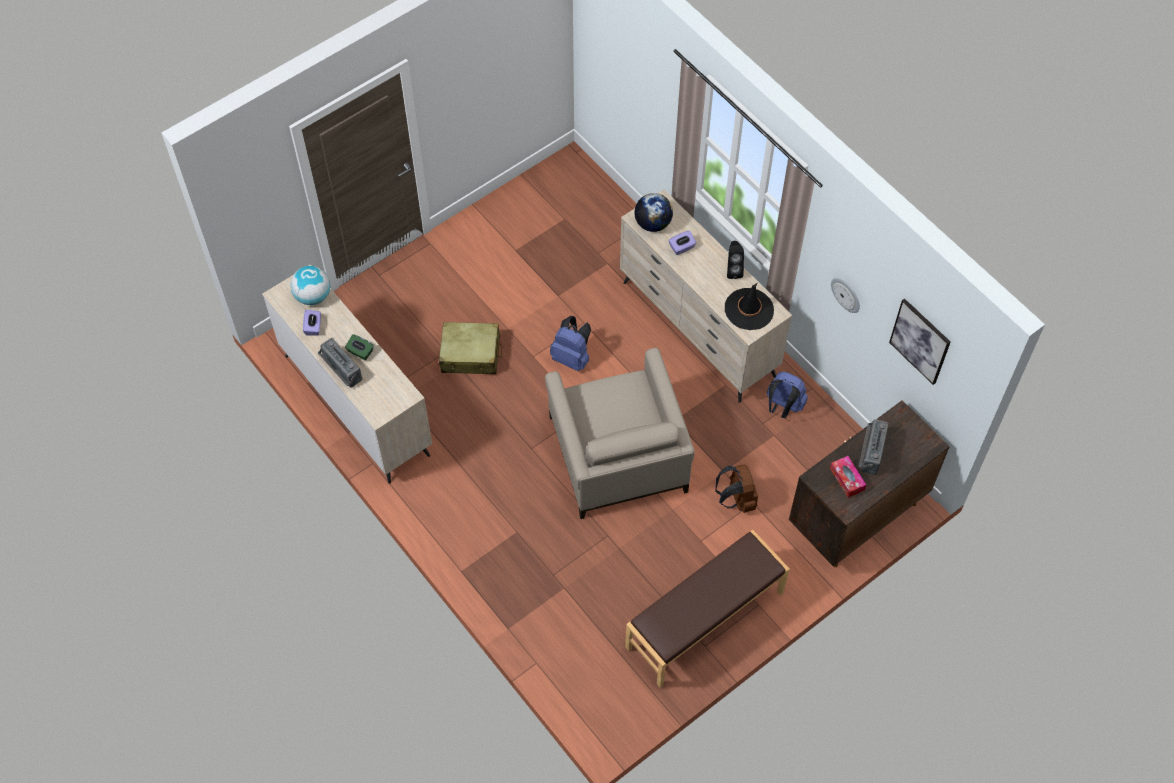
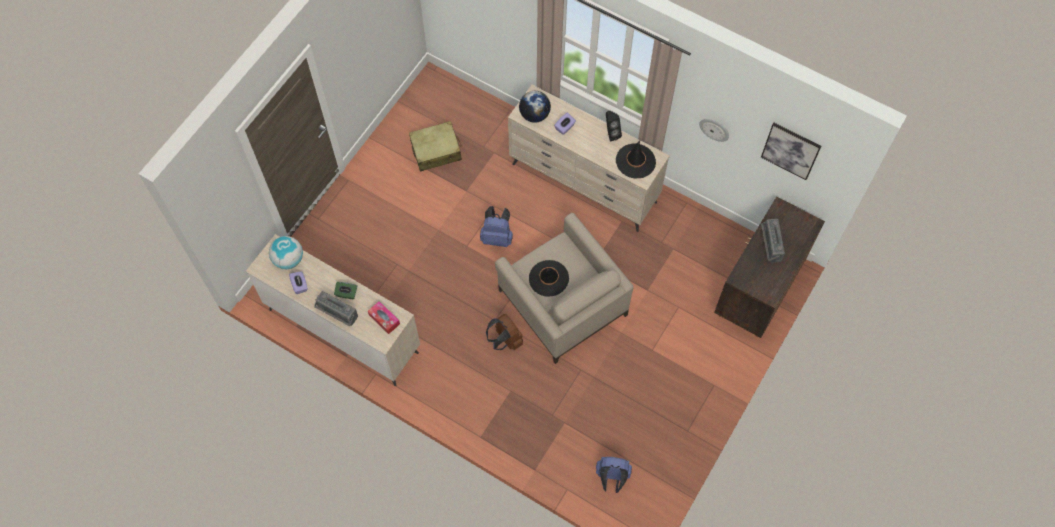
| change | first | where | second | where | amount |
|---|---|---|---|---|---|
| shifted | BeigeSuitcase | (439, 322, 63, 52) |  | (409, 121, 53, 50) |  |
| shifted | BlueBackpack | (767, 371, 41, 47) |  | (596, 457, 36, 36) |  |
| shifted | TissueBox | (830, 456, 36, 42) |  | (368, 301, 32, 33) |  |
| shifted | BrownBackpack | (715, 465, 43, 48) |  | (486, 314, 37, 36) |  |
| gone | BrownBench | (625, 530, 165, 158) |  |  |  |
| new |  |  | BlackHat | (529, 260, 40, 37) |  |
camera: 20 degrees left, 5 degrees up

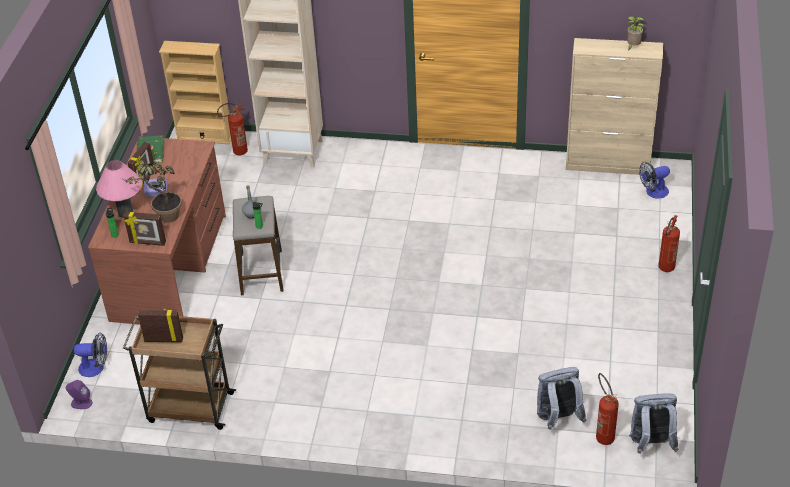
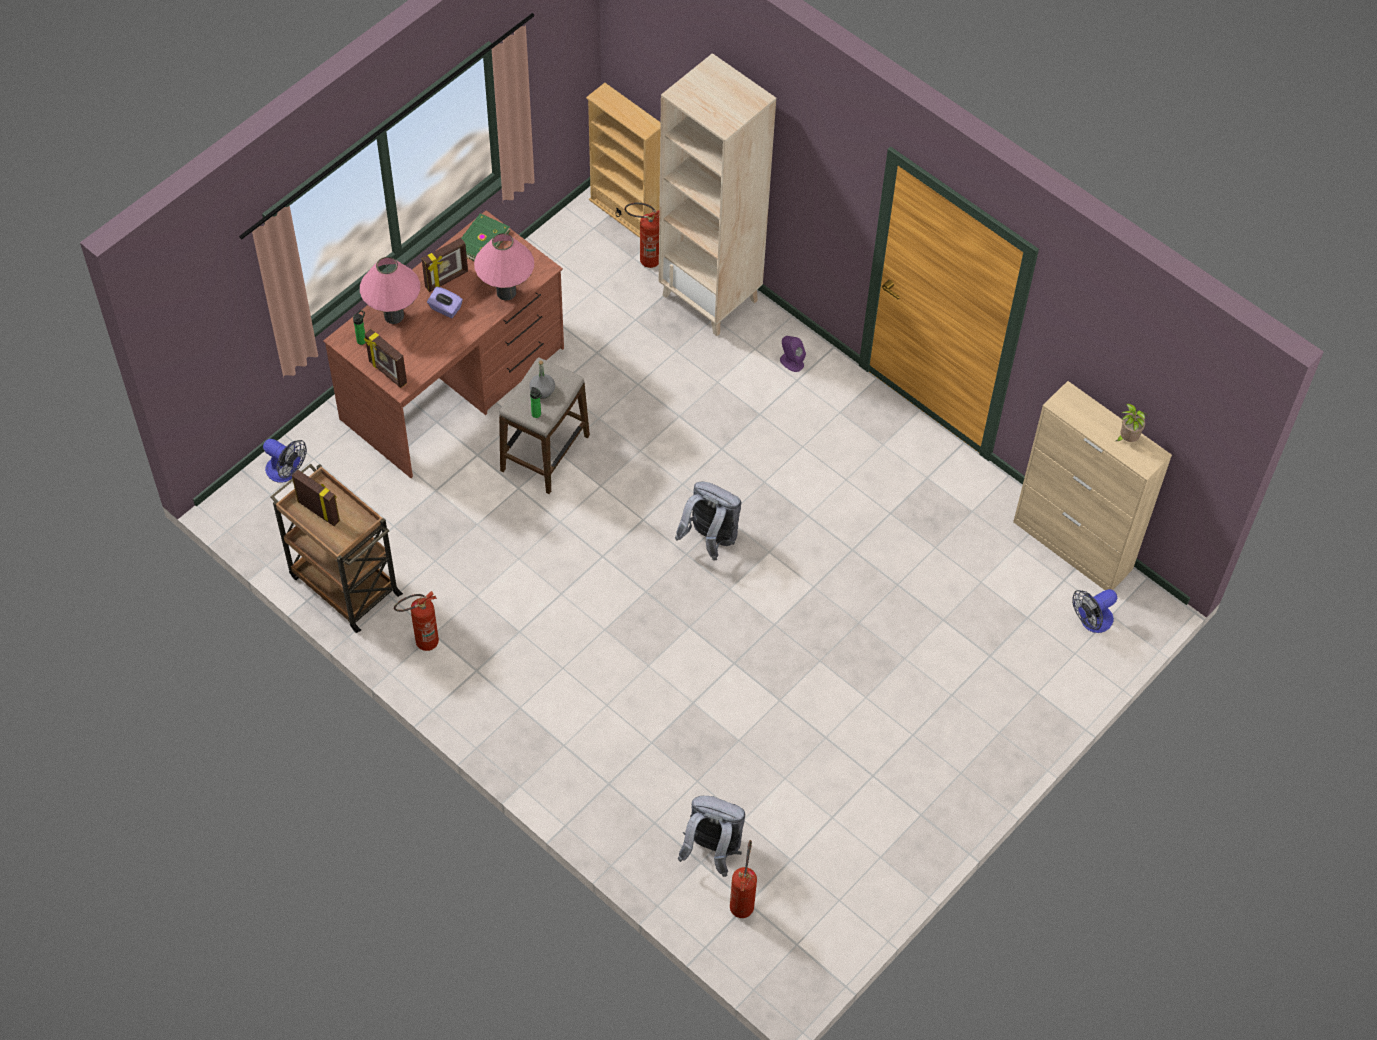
| change | first | where | second | where | amount |
|---|---|---|---|---|---|
| rotated | Fan | (639, 162, 31, 37) |  | (1072, 589, 45, 44) | 45 degrees counterclockwise |
| gone | PottedPlant | (121, 163, 61, 60) |  |  |  |
| shifted | FireExtinguisher | (658, 215, 22, 57) |  | (394, 591, 45, 60) |  |
| shifted | PurpleSpeaker | (66, 380, 26, 29) |  | (780, 336, 26, 36) |  |
| shifted | GreyBackpack | (629, 393, 50, 61) |  | (675, 482, 66, 78) |  |
| new |  |  | PinkTableLamp | (474, 233, 60, 67) |  |
camera: 30 degrees right, 15 degrees up

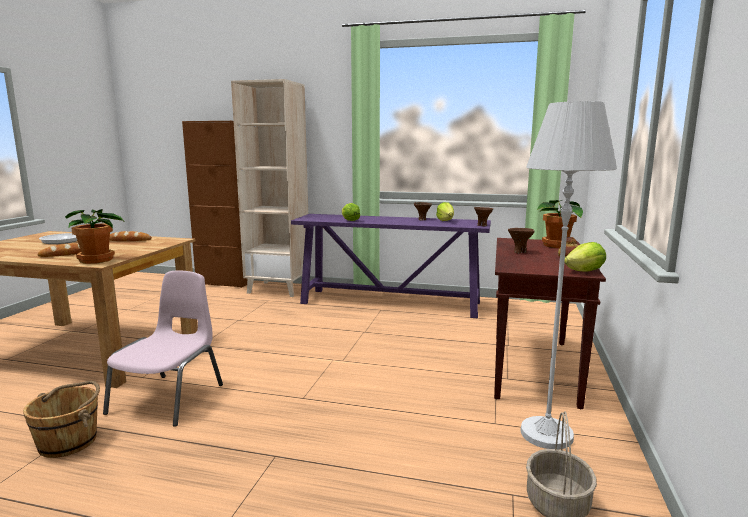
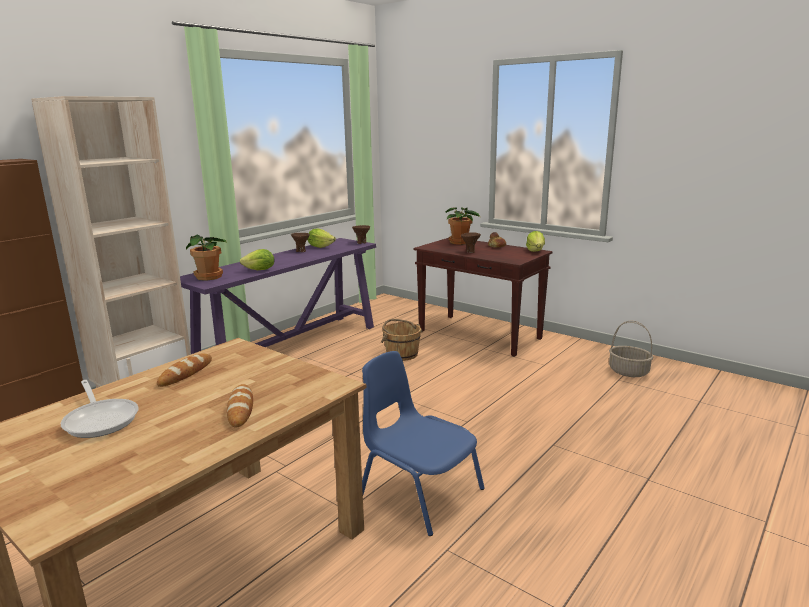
| change | first | where | second | where | amount |
|---|---|---|---|---|---|
| gone | WhiteFloorLamp | (521, 101, 96, 349) |  |  |  |
| shifted | PottedPlant | (65, 209, 61, 55) |  | (186, 235, 41, 46) |  |
| repainted | PinkChair | (103, 270, 120, 156) | BlueChair | (362, 351, 123, 185) |  |
| shifted | BrownBucket | (23, 381, 77, 77) |  | (381, 319, 42, 42) |  |
camera: 65 degrees left, 5 degrees up

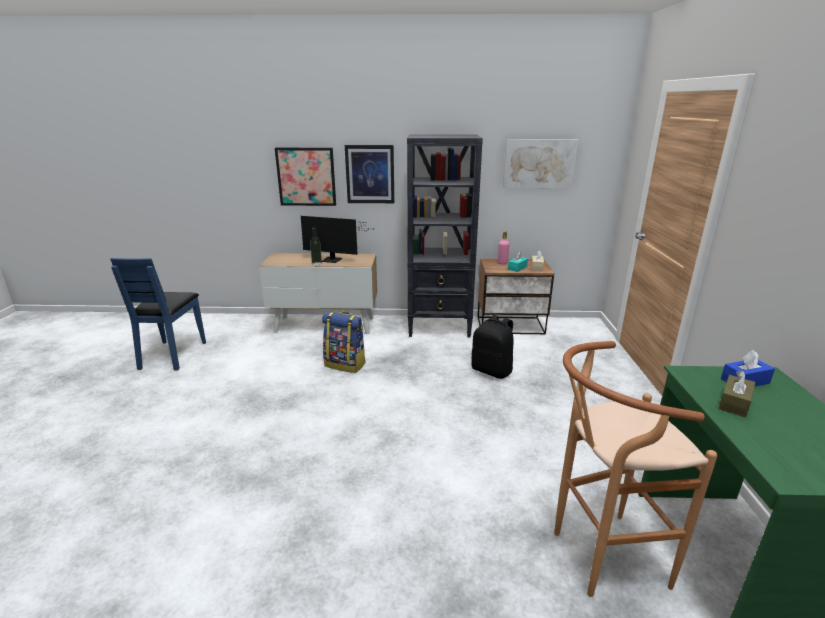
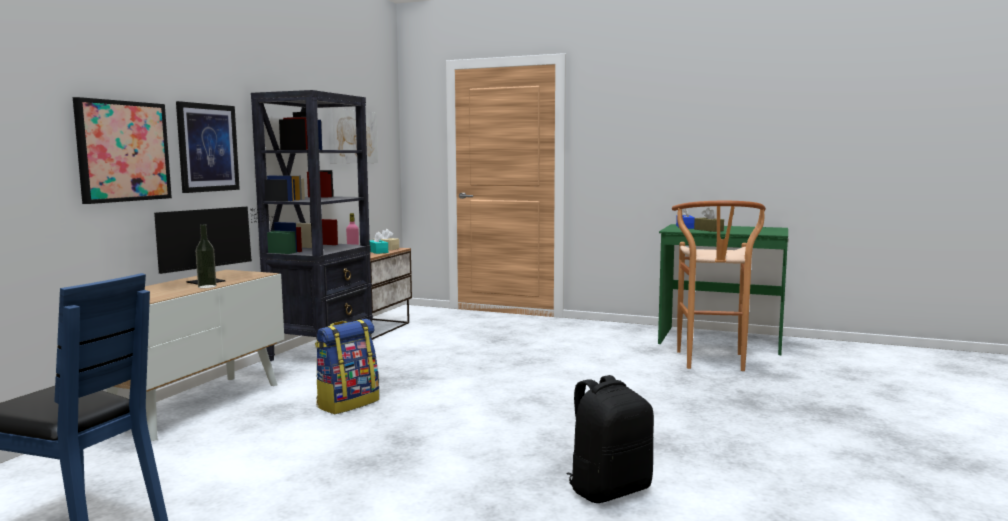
| change | first | where | second | where | amount |
|---|---|---|---|---|---|
| shifted | BlackBackpack | (471, 315, 42, 64) |  | (567, 375, 87, 128) |  |
camera: 70 degrees left, 15 degrees down

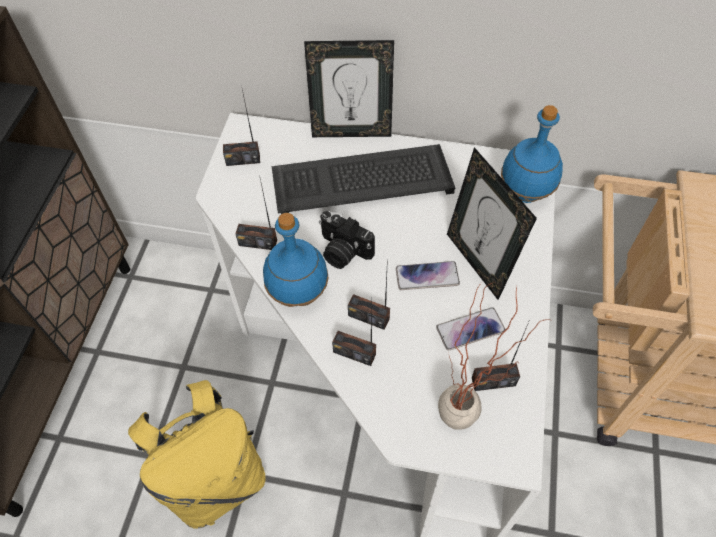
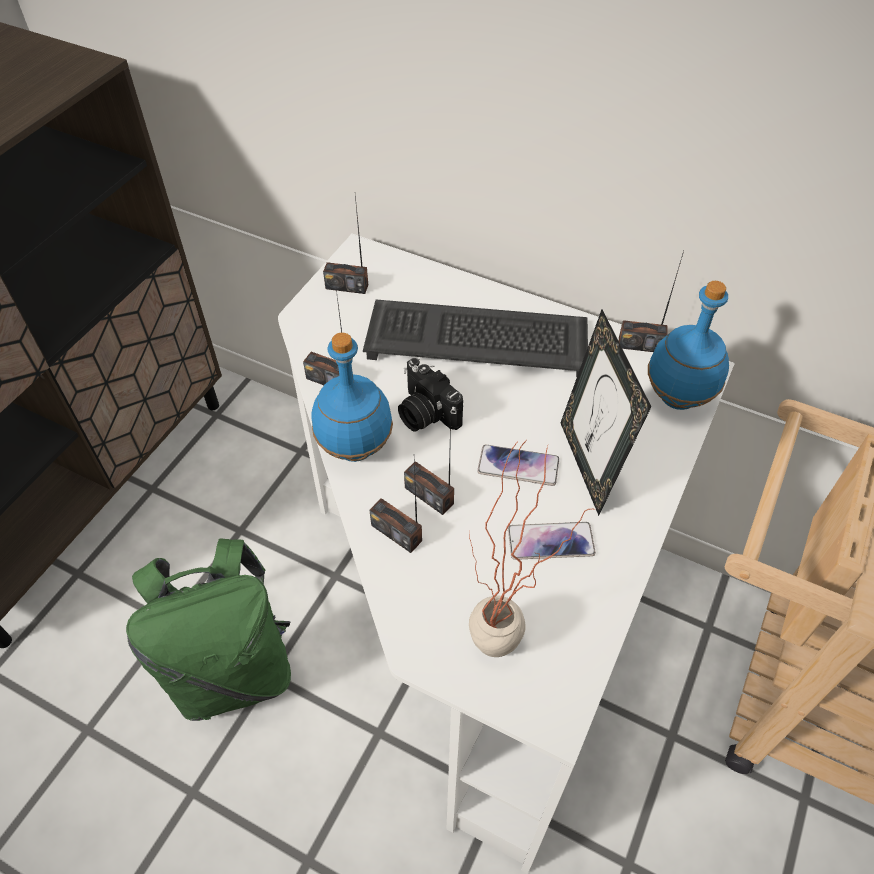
| change | first | where | second | where | amount |
|---|---|---|---|---|---|
| gone | PictureFrame | (304, 40, 90, 97) |  |  |  |
| shifted | Radio | (472, 320, 58, 71) |  | (619, 251, 65, 101) |  |
| repainted | YellowBackpack | (128, 380, 138, 149) | GreenBackpack | (126, 538, 165, 183) |  |
camera: 15 degrees right, 5 degrees down

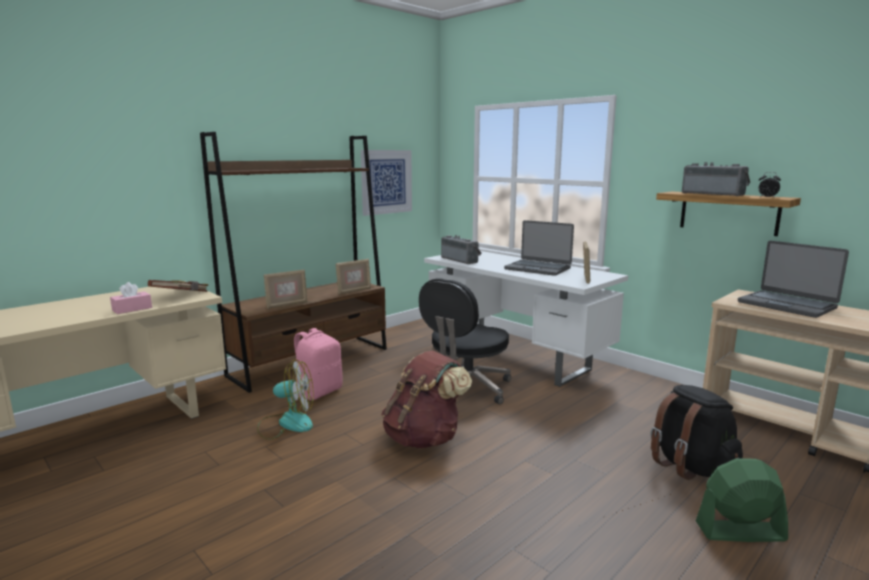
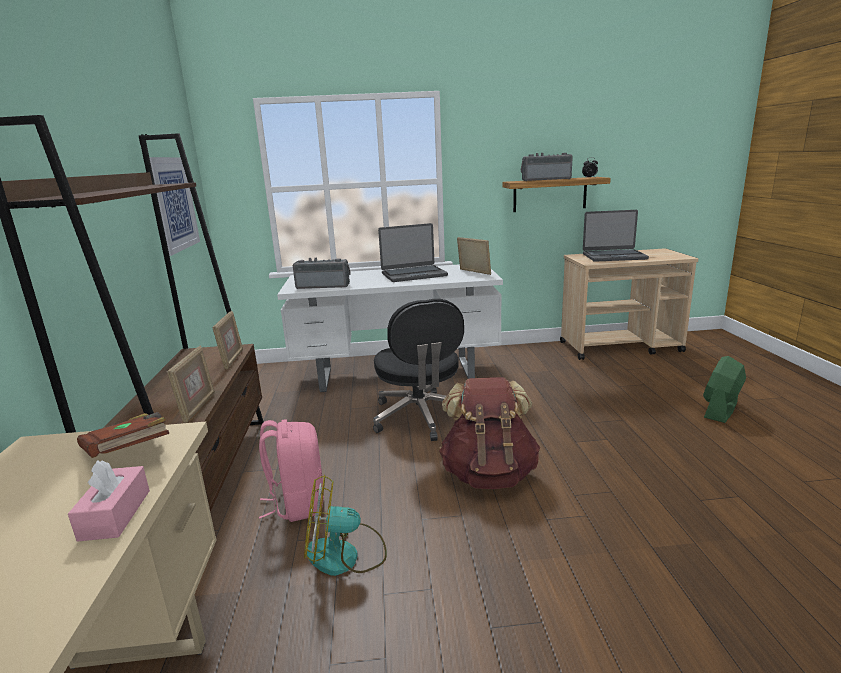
| change | first | where | second | where | amount |
|---|---|---|---|---|---|
| rotated | Fan | (257, 359, 57, 81) |  | (304, 475, 83, 101) | 135 degrees counterclockwise |
| gone | BlackBackpack | (651, 385, 92, 95) |  |  |  |
camera: 50 degrees left, 5 degrees up

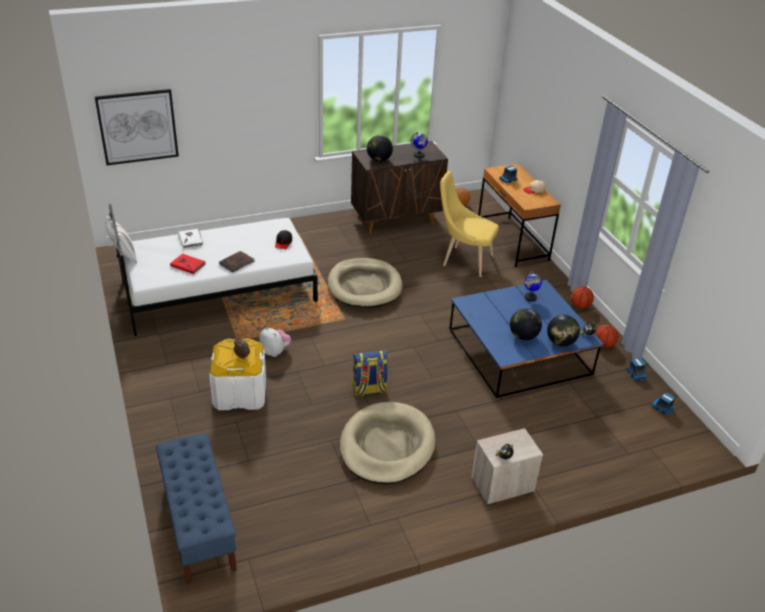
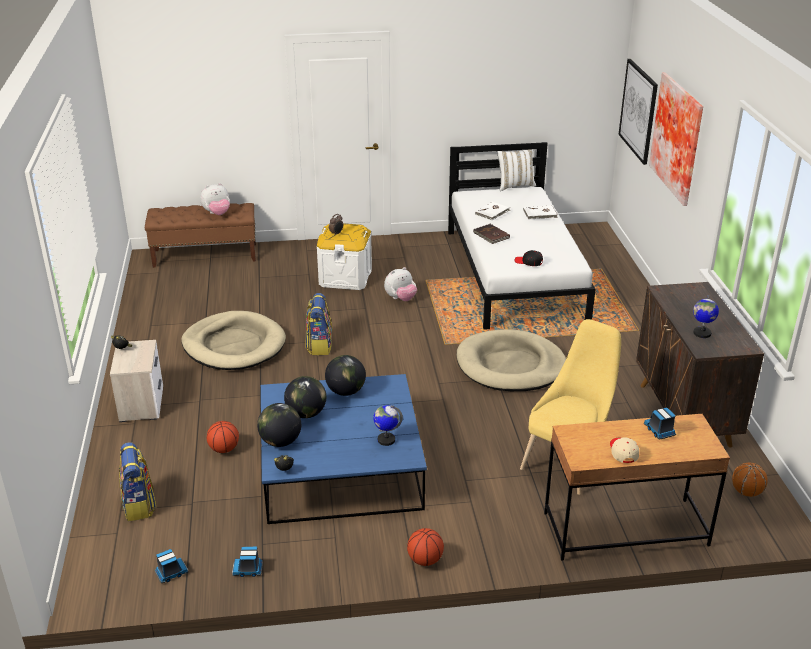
| change | first | where | second | where | amount |
|---|---|---|---|---|---|
| shifted | Globe | (367, 135, 26, 27) |  | (325, 355, 41, 41) |  |
| repainted | RedBook | (170, 254, 36, 20) | WhiteBook | (475, 202, 35, 18) |  |
| shifted | Basketball | (595, 324, 23, 24) |  | (207, 421, 32, 32) |  |
| repainted | BlueBench | (156, 433, 81, 151) | BrownBench | (145, 203, 111, 65) |  |
| new |  |  | Picture | (649, 72, 54, 134) |  |
| new |  |  | PlushToy | (200, 183, 30, 32) |  |
| new |  |  | Backpack | (119, 442, 37, 79) |  |
camera: 105 degrees right, 5 degrees down

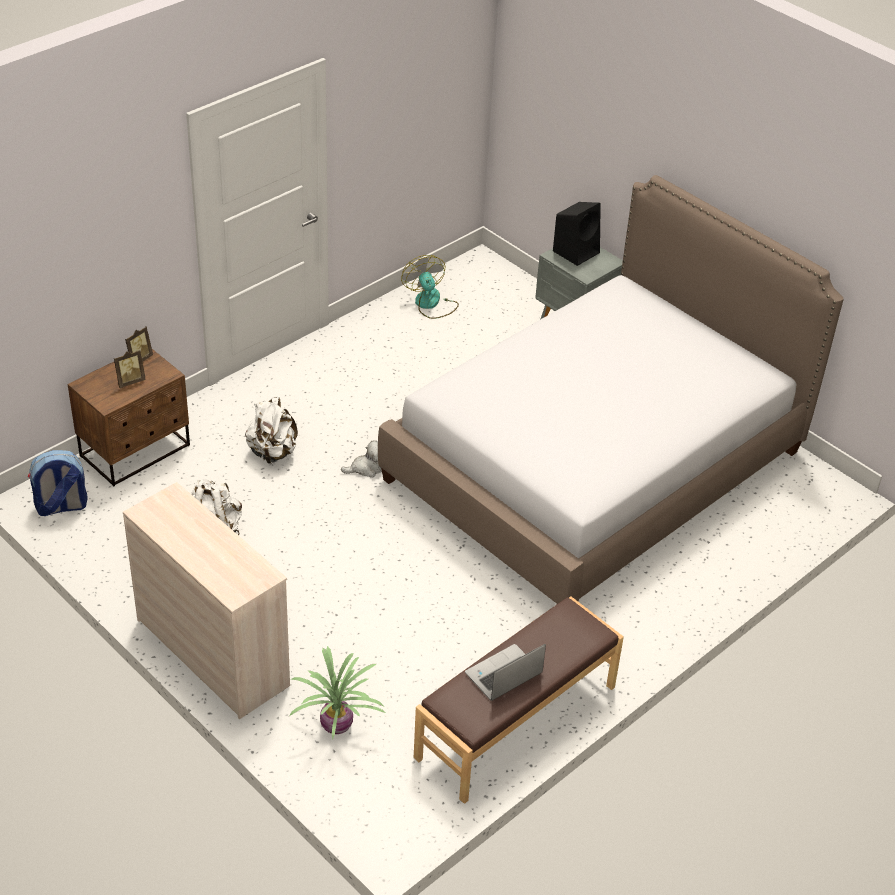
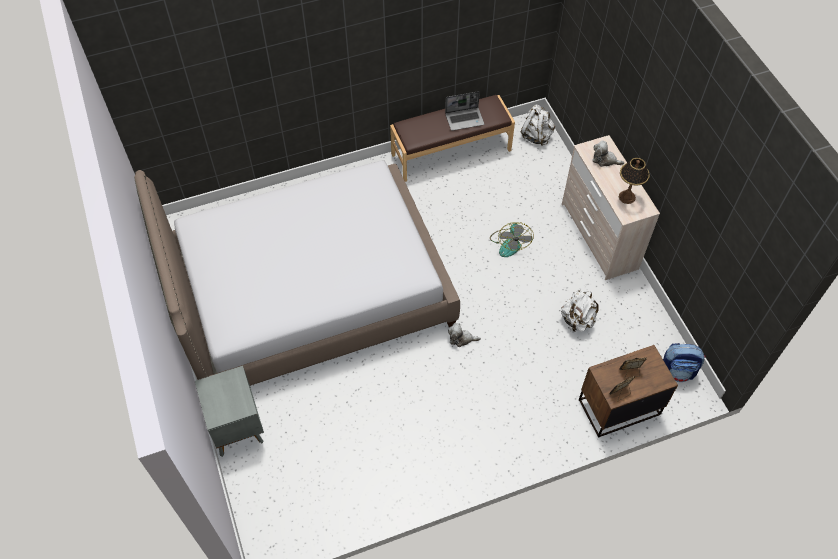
| change | first | where | second | where | amount |
|---|---|---|---|---|---|
| gone | BlackSpeaker | (553, 202, 48, 64) |  |  |  |
| shifted | Fan | (401, 255, 58, 64) |  | (490, 222, 44, 35) |  |
| shifted | WhiteBackpack | (245, 397, 53, 67) |  | (520, 105, 35, 41) |  |
| gone | PottedPlant | (289, 646, 97, 93) |  |  |  |
| new |  |  | PlushToy | (593, 141, 31, 26) |  |
| new |  |  | TableLamp | (619, 158, 31, 46) |  |
camera: 155 degrees left, 15 degrees up

